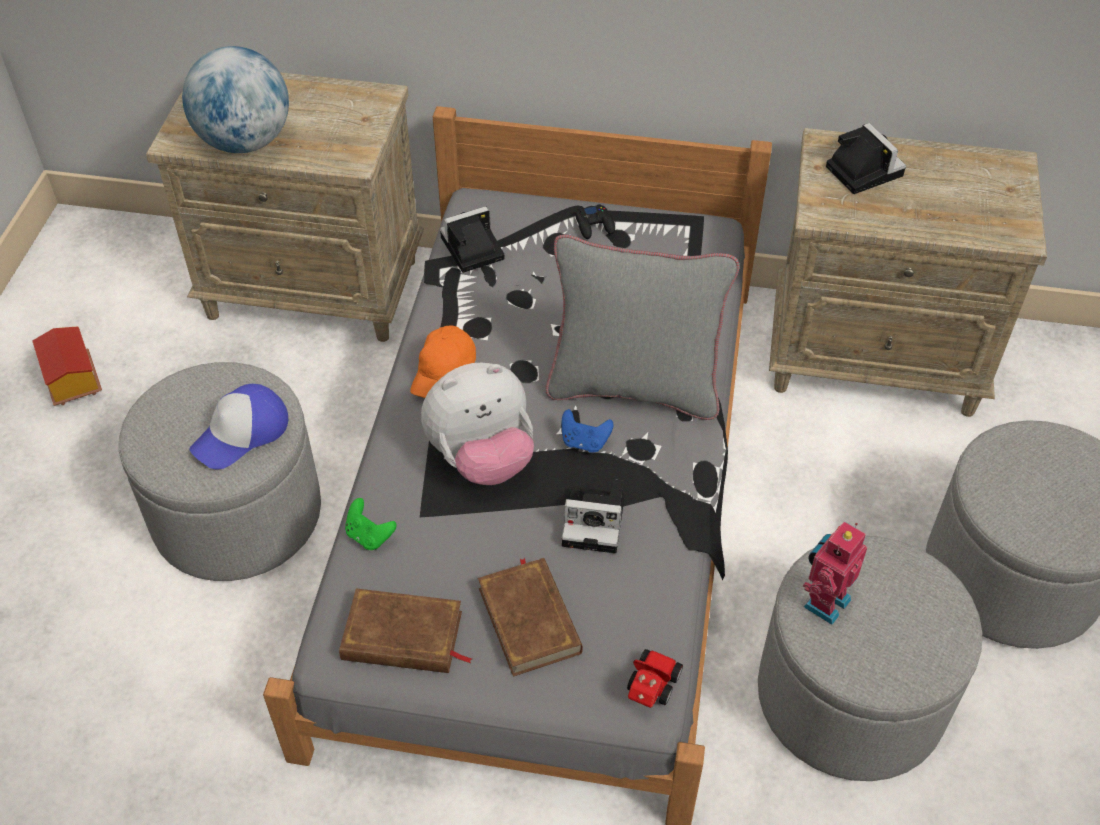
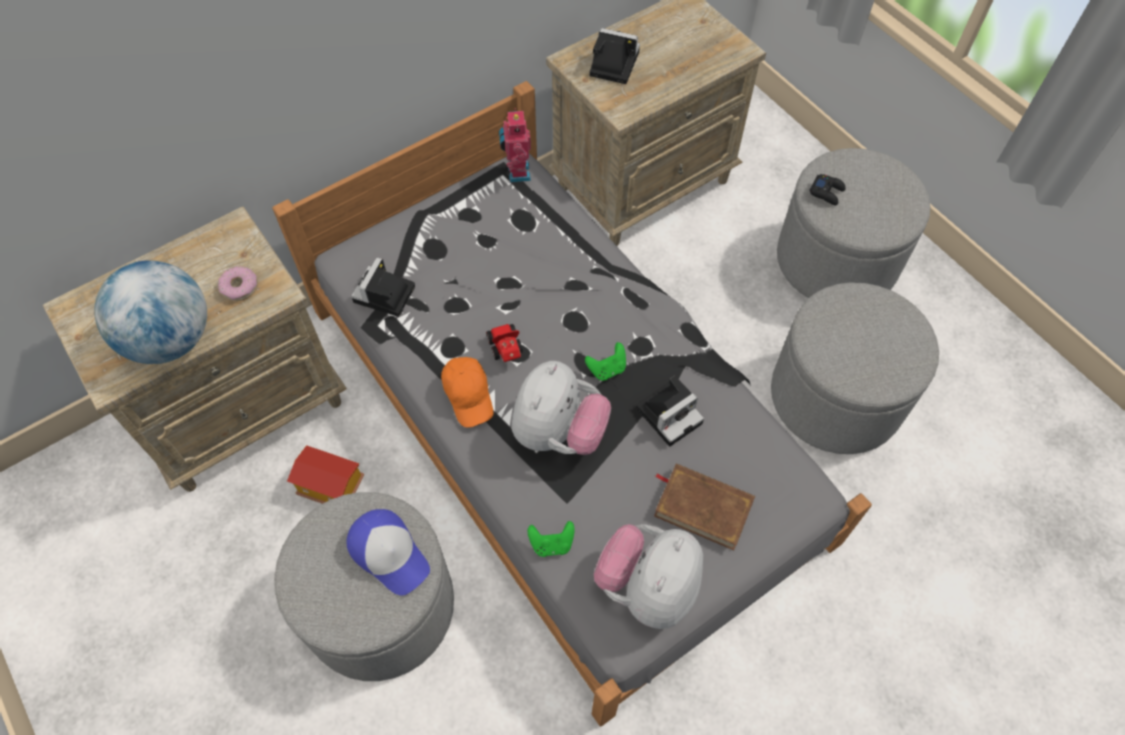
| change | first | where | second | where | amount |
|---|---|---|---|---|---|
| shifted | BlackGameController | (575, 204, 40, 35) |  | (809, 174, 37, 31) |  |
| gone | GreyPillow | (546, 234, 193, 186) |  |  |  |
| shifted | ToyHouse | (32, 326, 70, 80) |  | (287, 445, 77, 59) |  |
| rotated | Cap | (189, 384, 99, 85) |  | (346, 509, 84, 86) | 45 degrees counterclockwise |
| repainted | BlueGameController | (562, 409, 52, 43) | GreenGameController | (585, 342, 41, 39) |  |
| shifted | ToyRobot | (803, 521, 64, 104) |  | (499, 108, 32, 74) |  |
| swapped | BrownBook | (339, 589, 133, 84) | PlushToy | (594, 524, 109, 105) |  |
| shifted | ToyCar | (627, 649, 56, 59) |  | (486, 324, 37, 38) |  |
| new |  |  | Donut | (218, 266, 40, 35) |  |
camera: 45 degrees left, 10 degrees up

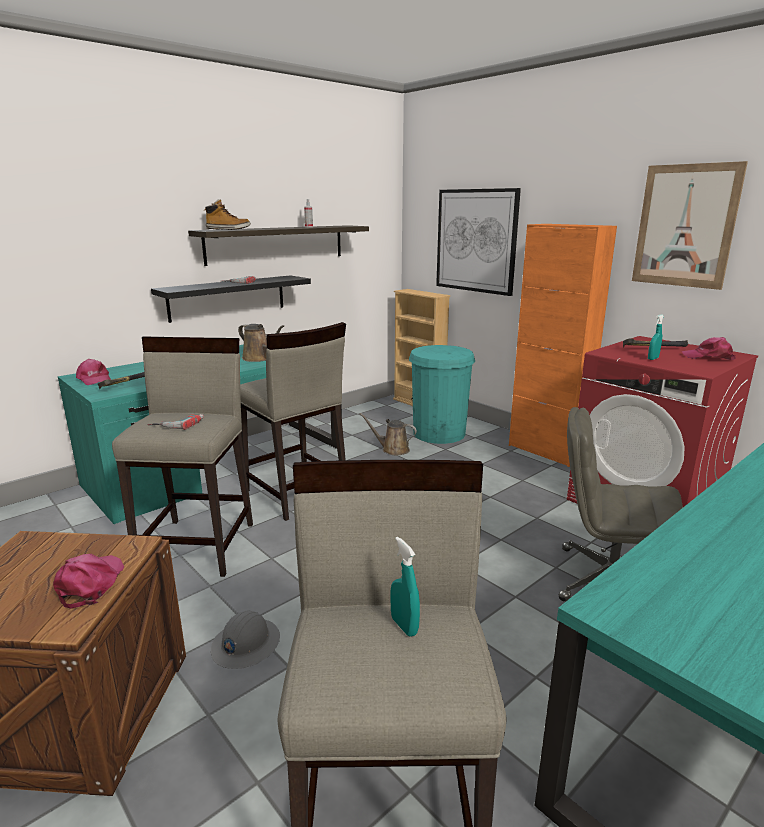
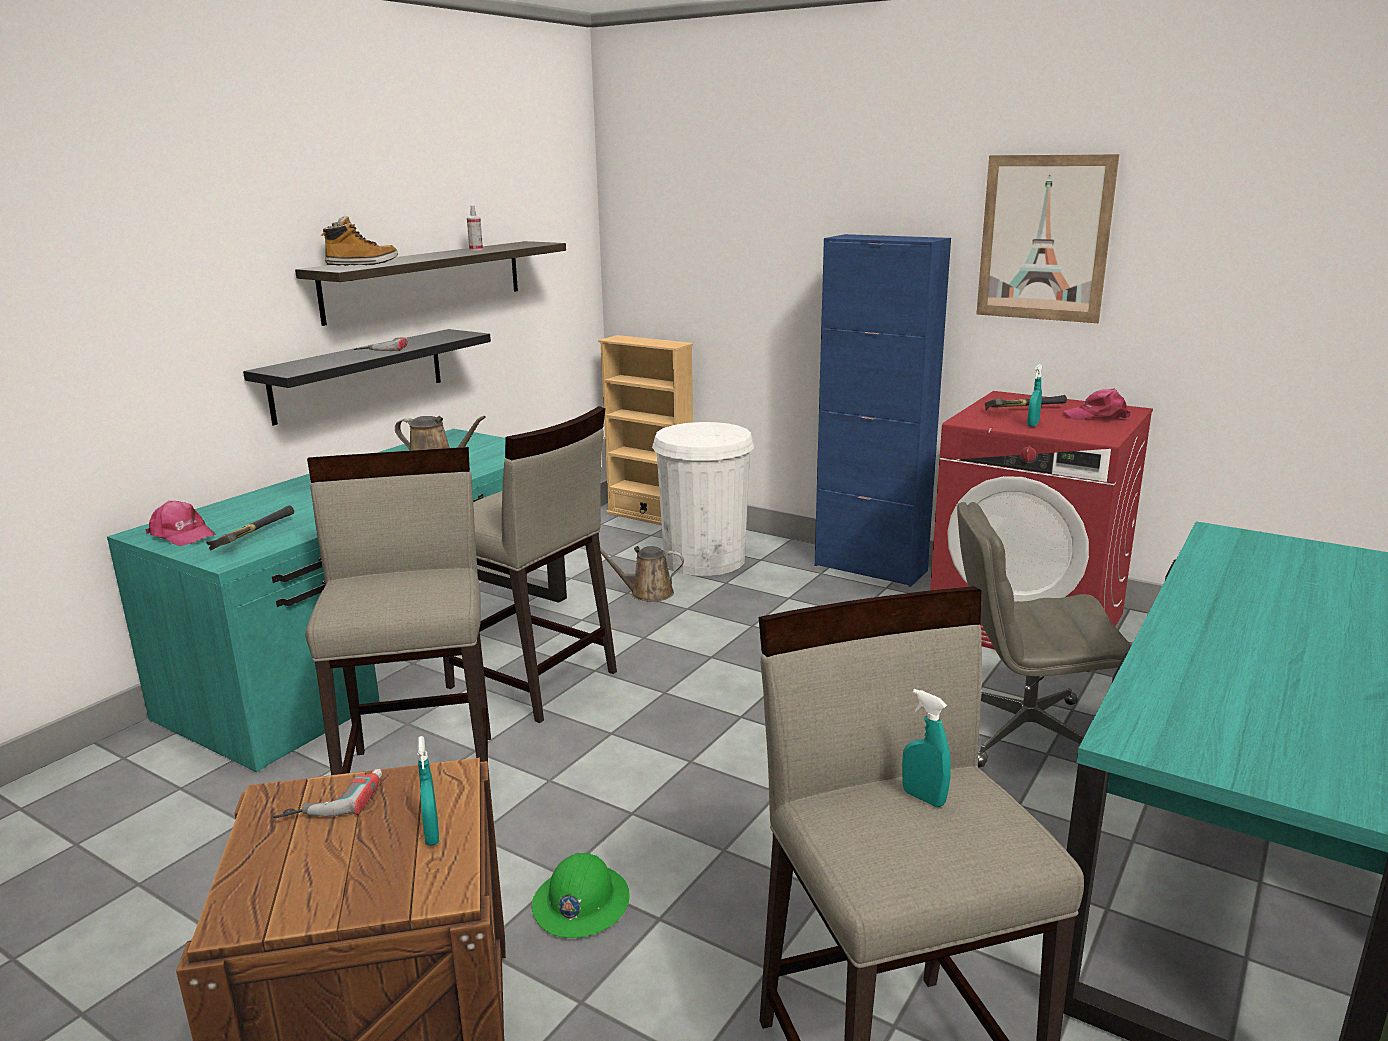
| change | first | where | second | where | amount |
|---|---|---|---|---|---|
| gone | Picture | (436, 188, 85, 108) |  |  |  |
| repainted | OrangeCabinet | (509, 224, 108, 243) | BlueCabinet | (815, 234, 136, 353) |  |
| repainted | TurquoiseTrashCan | (409, 345, 66, 99) | WhiteTrashCan | (652, 422, 102, 154) |  |
| shifted | PowerDrill | (147, 414, 57, 16) |  | (273, 769, 109, 49) |  |
| swapped | PinkCap | (53, 554, 71, 55) | TurquoiseSprayBottle | (417, 736, 22, 110) |  |
| repainted | GreyHardHat | (211, 611, 69, 58) | GreenHardHat | (532, 853, 98, 85) |  |
camera: 15 degrees left, 0 degrees up

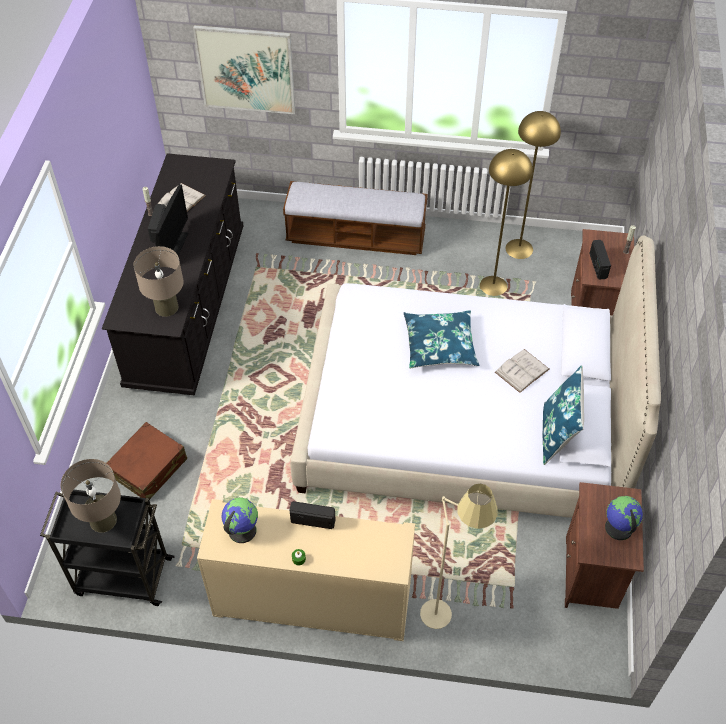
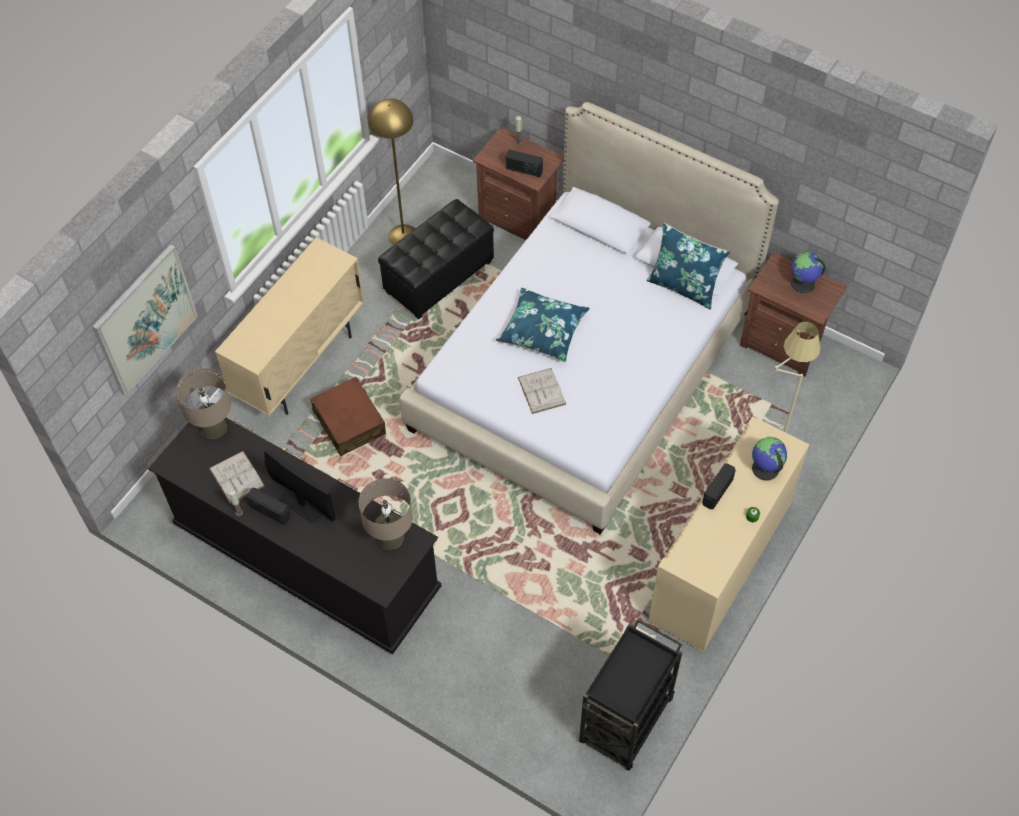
| change | first | where | second | where | amount |
|---|---|---|---|---|---|
| swapped | YellowFloorLamp | (480, 149, 53, 147) | BlackOttoman | (378, 199, 116, 120) |  |
| swapped | Bench | (283, 181, 145, 74) | BeigeCabinet | (215, 237, 150, 179) |  |
| shifted | WhiteBook | (495, 349, 54, 44) |  | (518, 368, 48, 46) |  |
| shifted | BrownSuitcase | (107, 422, 80, 78) |  | (310, 377, 76, 80) |  |
| shifted | BeigeTableLamp | (61, 459, 60, 74) |  | (176, 368, 55, 71) |  |
| shifted | Globe | (222, 497, 36, 46) |  | (752, 437, 35, 44) |  |
camera: 65 degrees left, 5 degrees up

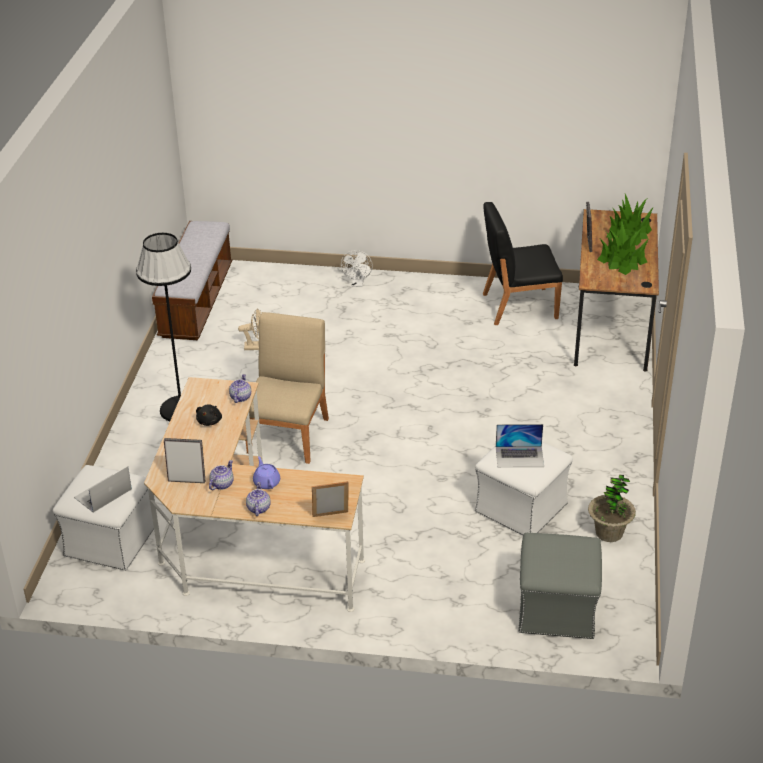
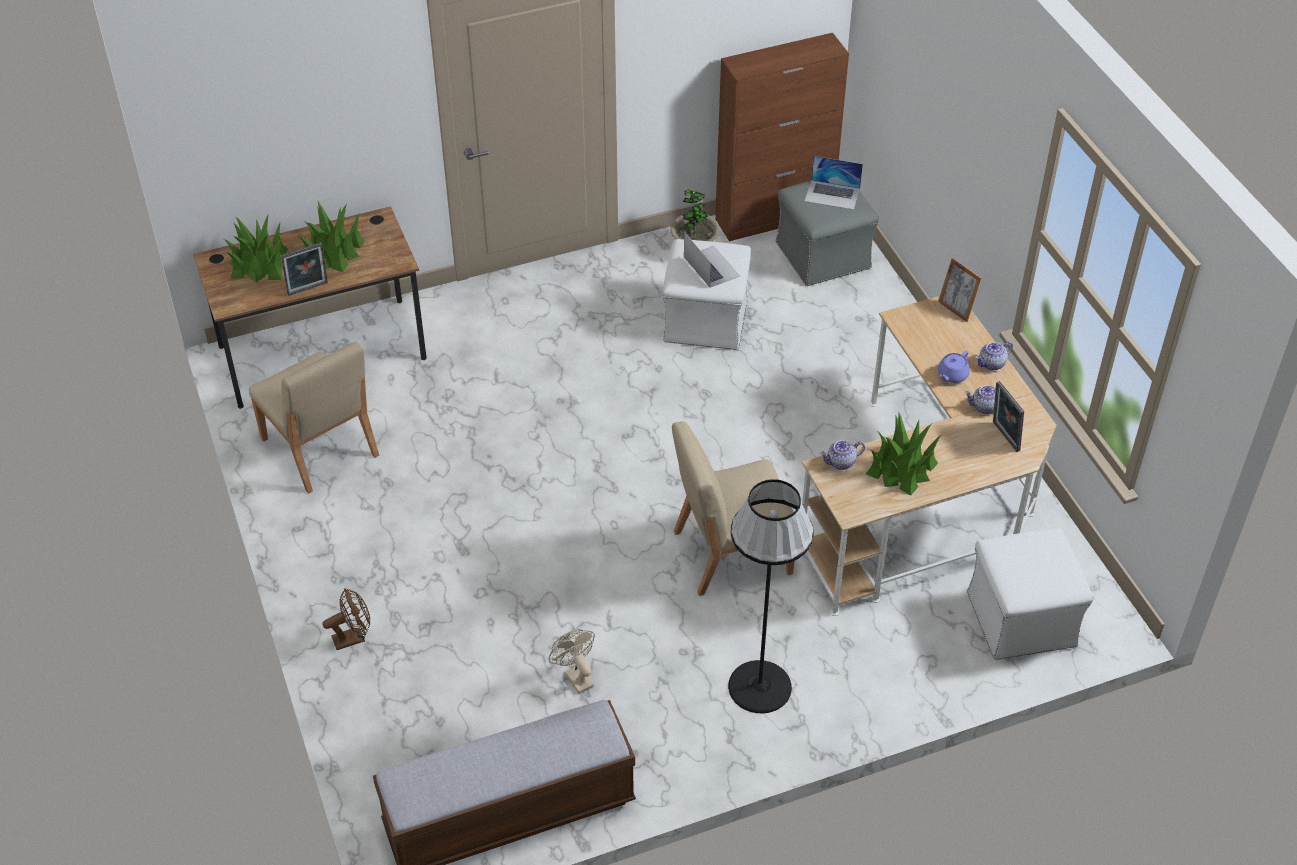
| change | first | where | second | where | amount |
|---|---|---|---|---|---|
| repainted | BlackChair | (483, 202, 80, 123) | BeigeChair | (249, 342, 130, 152) |  |
| repainted | WhiteFan | (341, 250, 32, 37) | BrownFan | (323, 588, 47, 62) |  |
| swapped | BlackPlushToy | (196, 404, 26, 22) | PottedPlant | (866, 411, 75, 85) |  |
| shifted | Laptop | (74, 466, 58, 46) |  | (805, 156, 58, 54) |  |
| new |  |  | BrownCabinet | (715, 33, 134, 208) |  |
camera: 120 degrees left, 10 degrees up

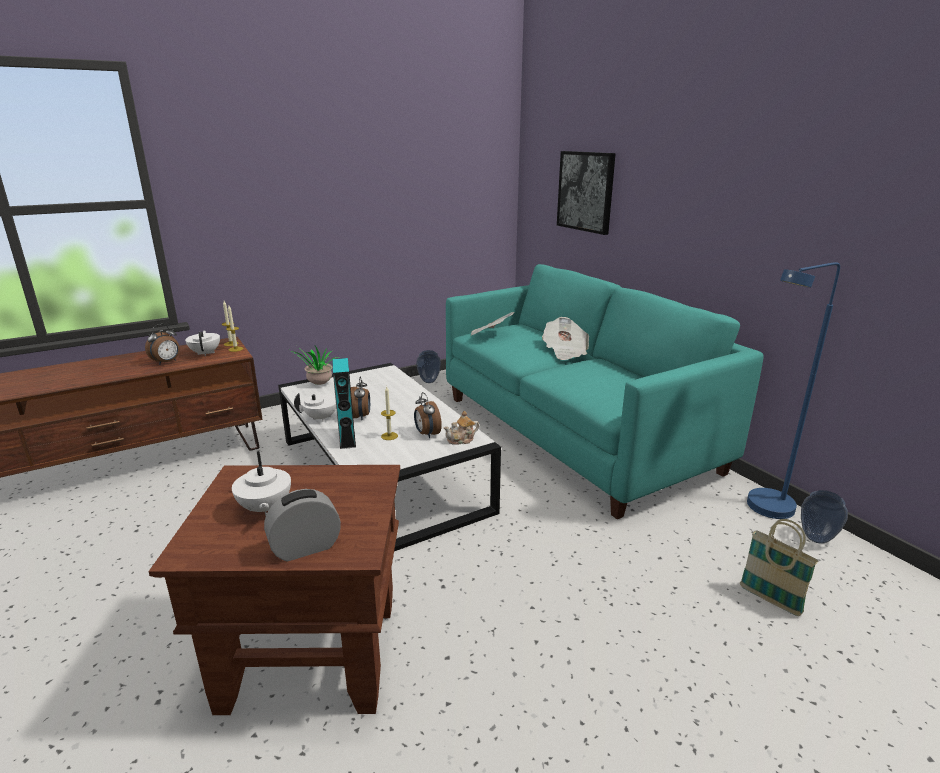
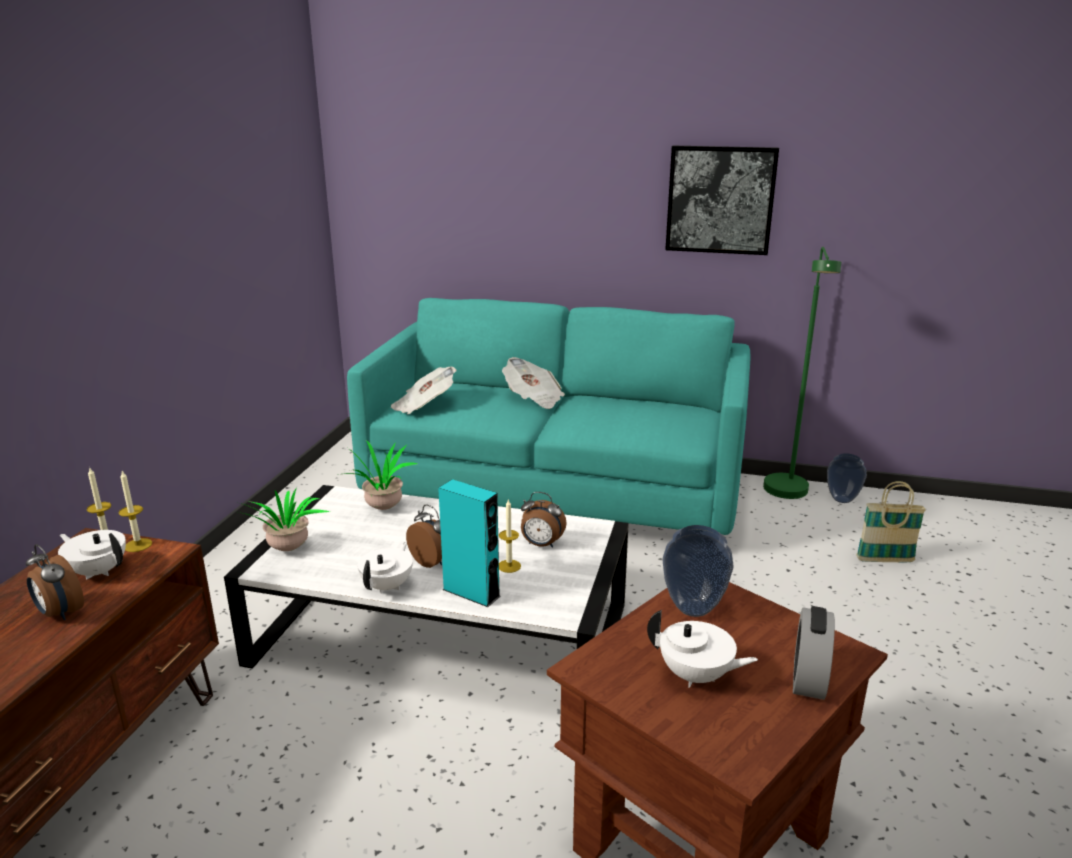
| change | first | where | second | where | amount |
|---|---|---|---|---|---|
| shifted | Picture | (557, 151, 59, 84) |  | (665, 146, 114, 109) |  |
| repainted | BlueFloorLamp | (747, 262, 93, 257) | GreenFloorLamp | (763, 247, 78, 252) |  |
| rotated | AlarmClock | (145, 324, 35, 41) |  | (26, 544, 58, 76) | 135 degrees clockwise |
| shifted | Vase | (416, 350, 25, 33) |  | (663, 525, 71, 92) |  |
| gone | Teapot | (444, 411, 35, 34) |  |  |  |
| new |  |  | PottedPlant | (338, 441, 80, 69) |  |
camera: 45 degrees left, 0 degrees up

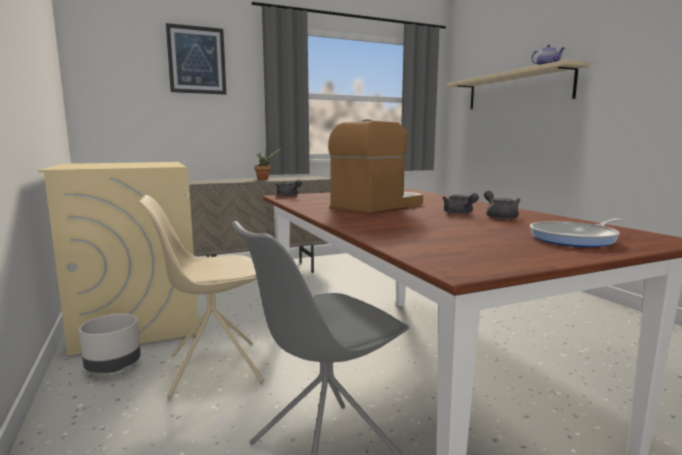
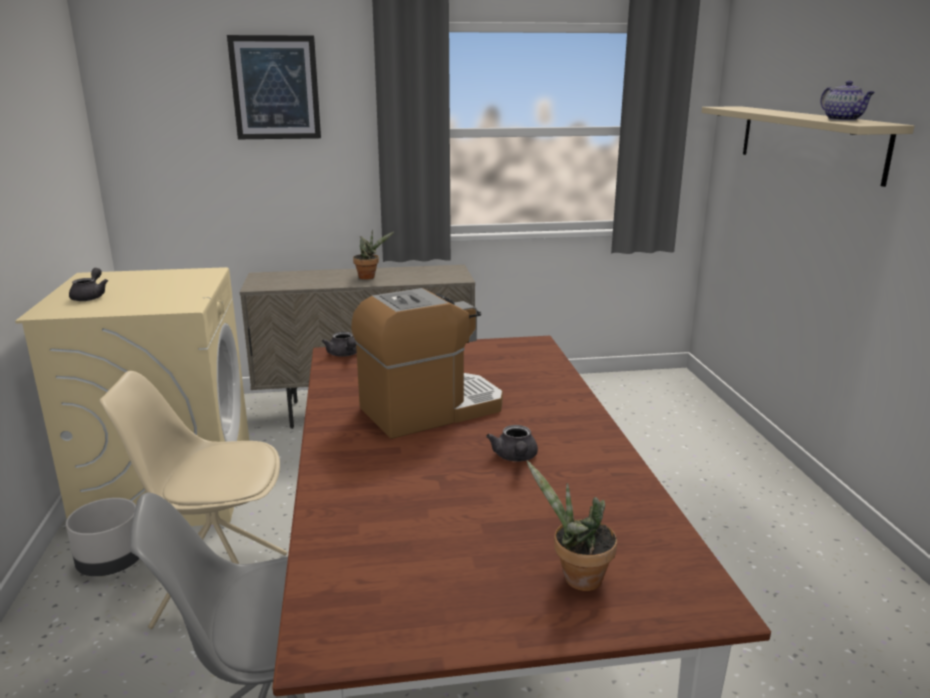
| change | first | where | second | where | amount |
|---|---|---|---|---|---|
| shifted | GreyTeapot | (484, 191, 37, 28) |  | (69, 268, 39, 33) |  |
| swapped | FryingPan | (530, 218, 92, 29) | PottedPlant | (527, 461, 90, 130) |  |
camera: 15 degrees right, 10 degrees up

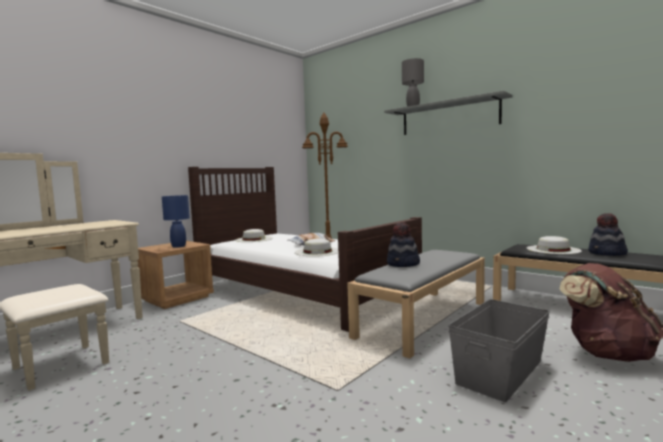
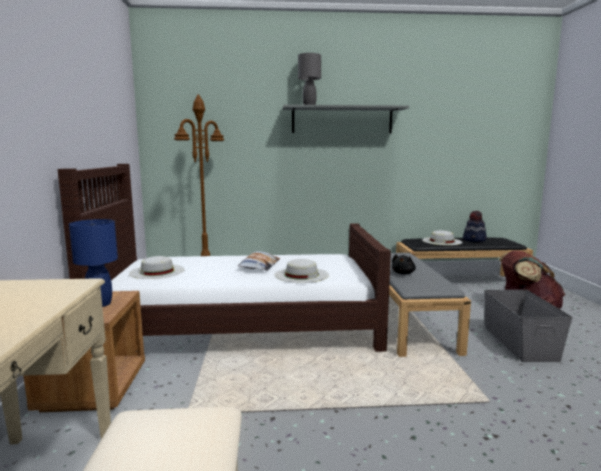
| change | first | where | second | where | amount |
|---|---|---|---|---|---|
| swapped | Hat | (387, 222, 33, 45) | BlackPlushToy | (392, 254, 24, 20) |  |
camera: 45 degrees left, 5 degrees up

